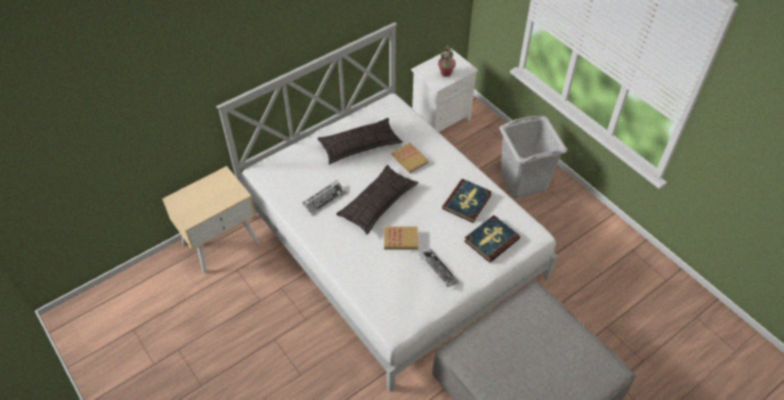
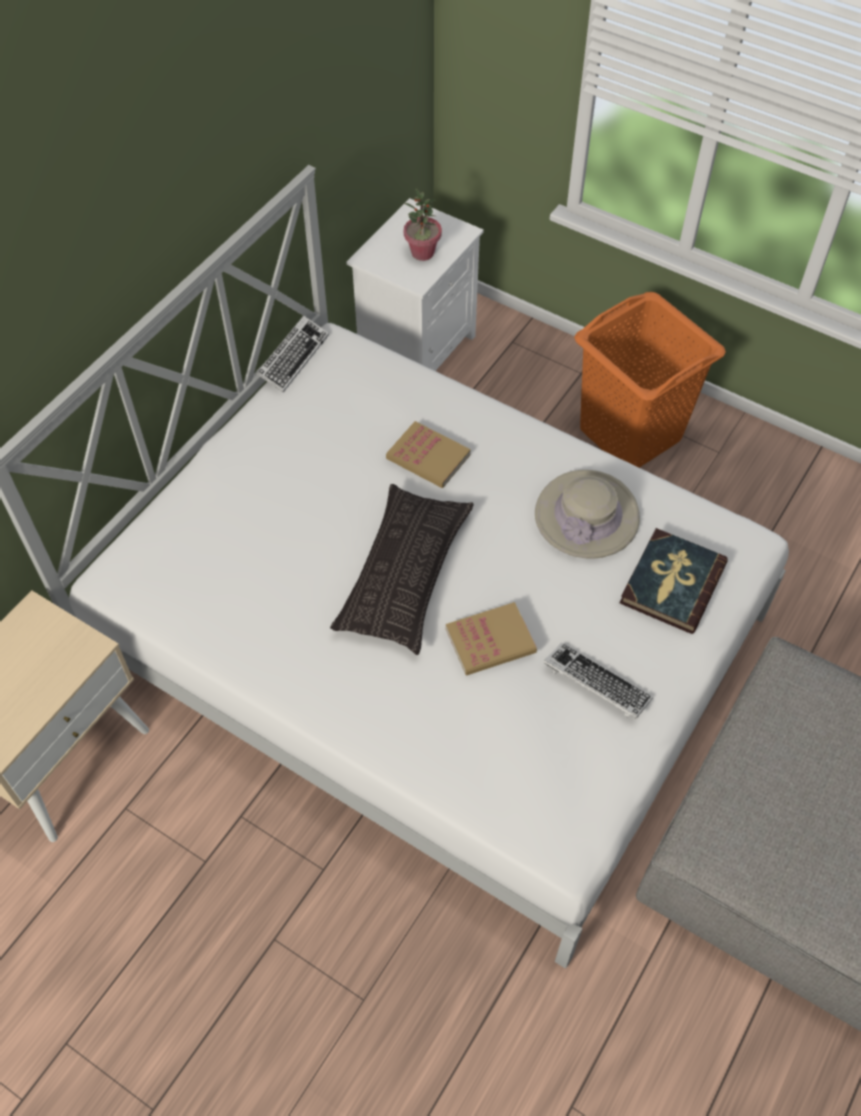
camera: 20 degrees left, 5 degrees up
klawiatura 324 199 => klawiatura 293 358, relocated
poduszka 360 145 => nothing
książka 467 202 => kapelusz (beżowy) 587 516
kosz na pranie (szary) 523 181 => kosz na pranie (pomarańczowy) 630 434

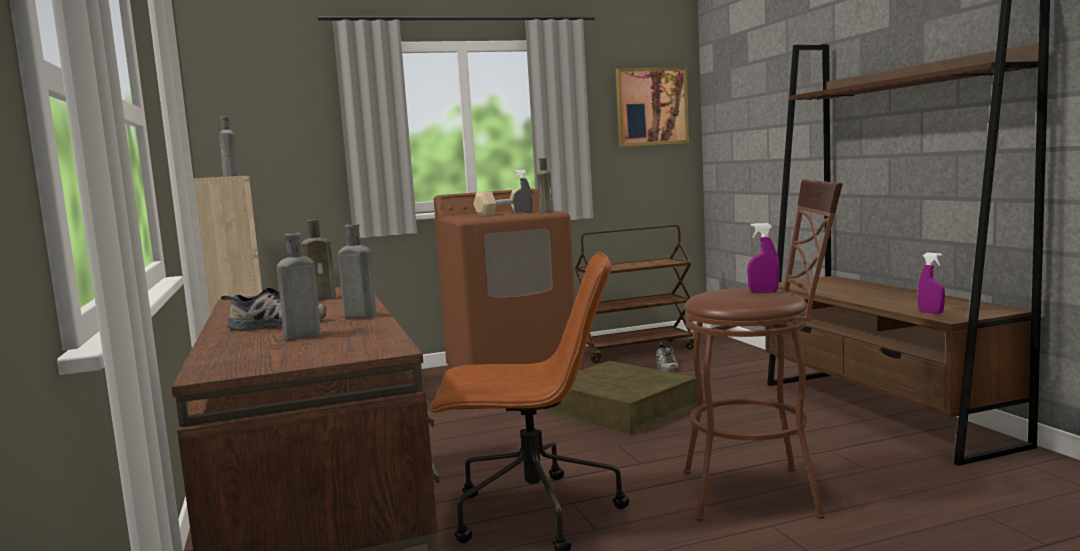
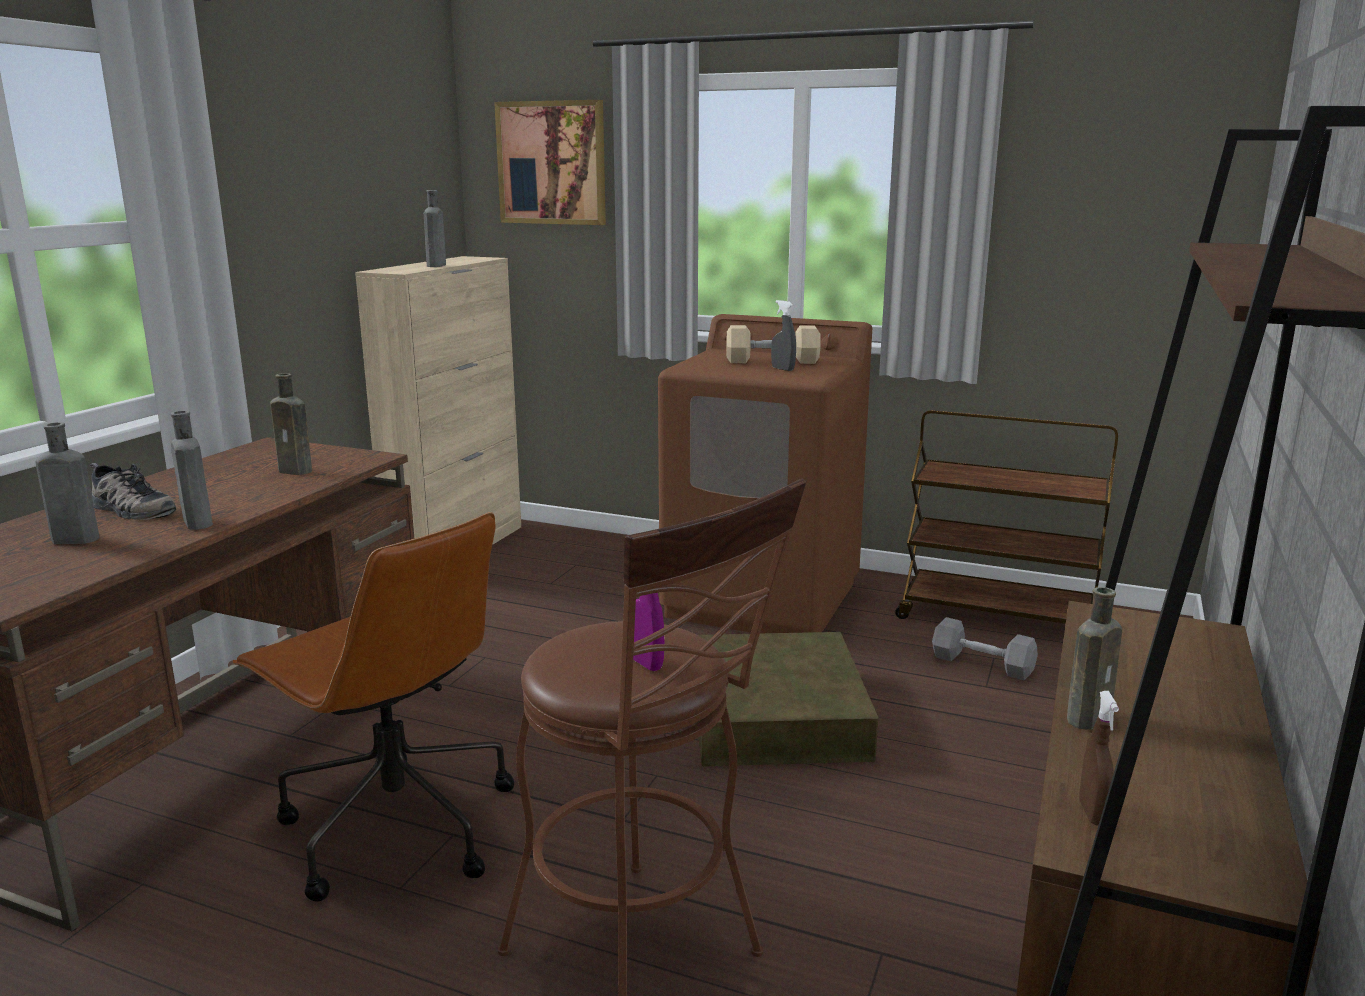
camera: 40 degrees right, 10 degrees up
butelka (brązowy) 546 212 => butelka (brązowy) 1090 717, relocated
obraz 651 106 => obraz 552 163, relocated
but 665 365 => hantel (szary) 982 664
spryskiwacz (fioletowy) 930 312 => spryskiwacz (brązowy) 1092 813

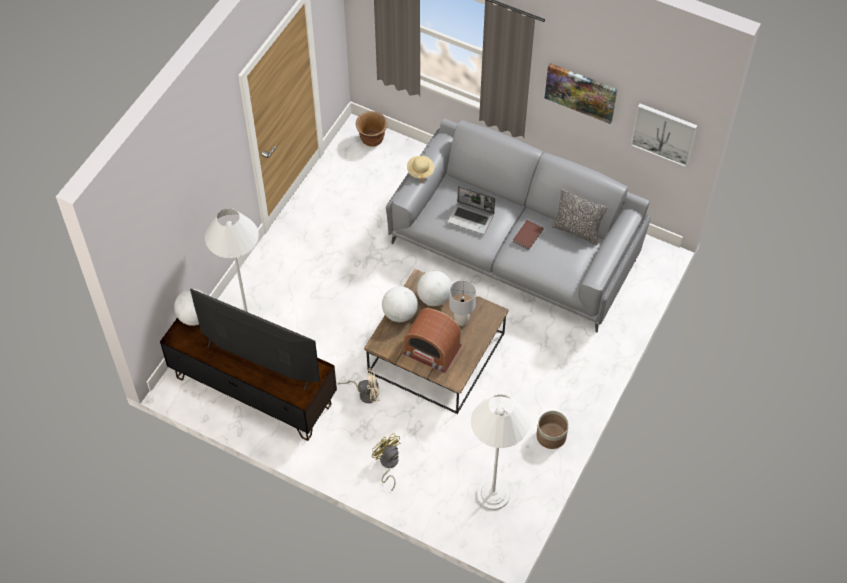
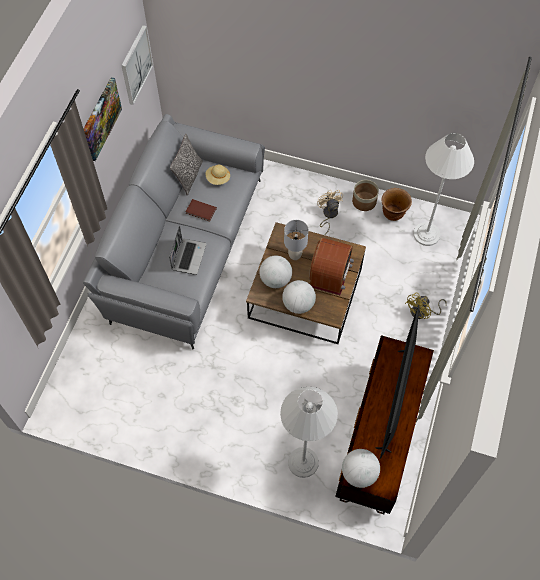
camera: 100 degrees left, 5 degrees up
wentylator (beżowy) 365 393 => wentylator (beżowy) 328 215, relocated
donica (brązowy) 372 140 => donica (brązowy) 393 213, relocated
kapelusz (beżowy) 420 171 => kapelusz (beżowy) 218 178, relocated

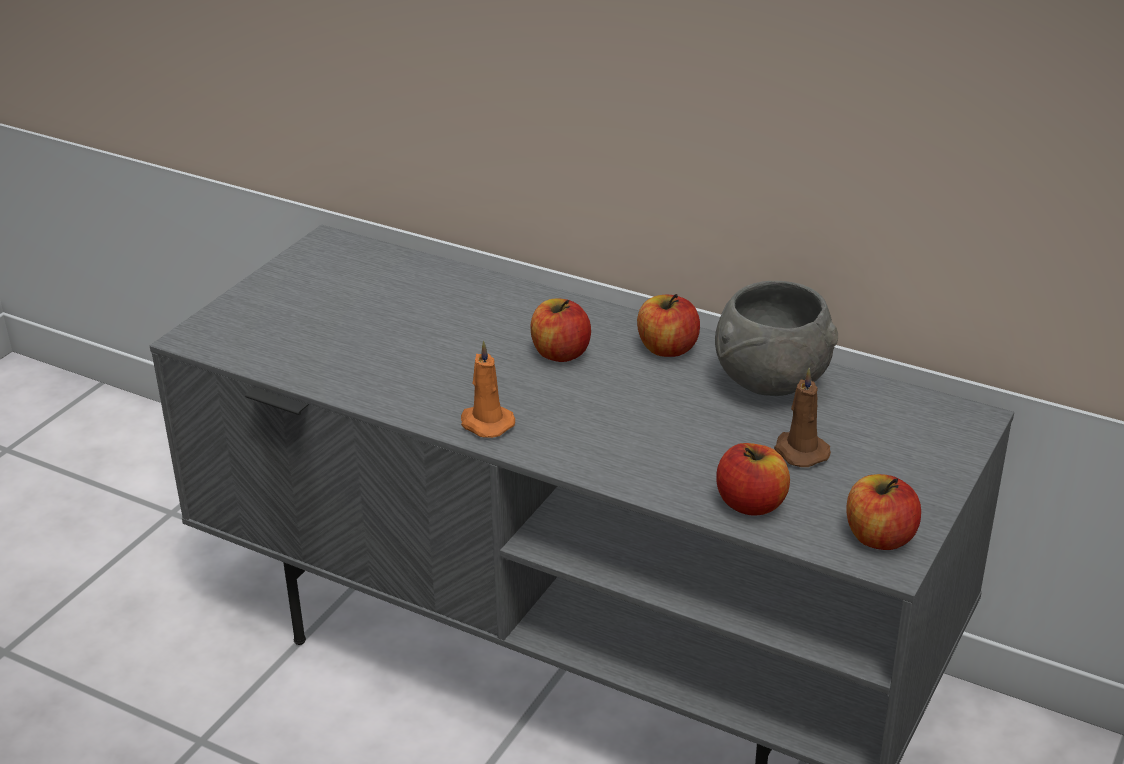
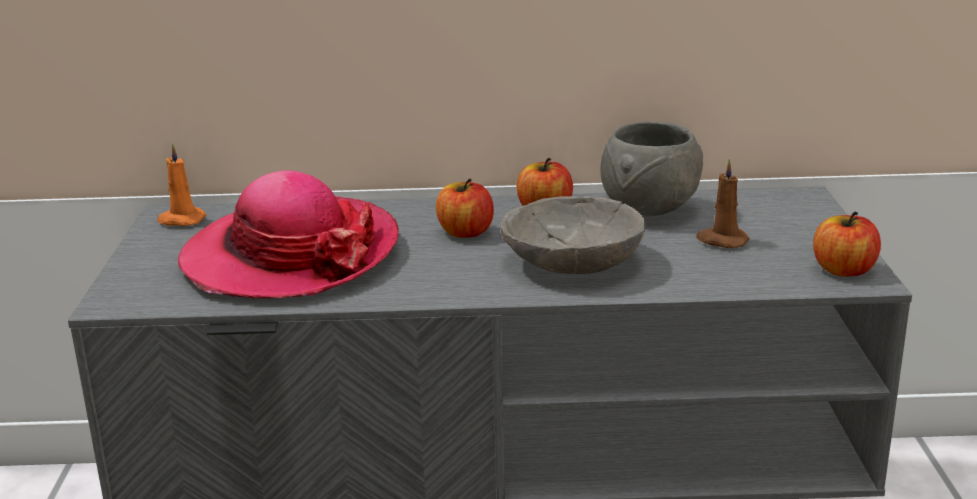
camera: 30 degrees left, 10 degrees down
świeca (pomarańczowy) 485 423 => świeca (pomarańczowy) 181 220, relocated
jabłko 751 504 => nothing
nothing => kapelusz 290 256
nothing => miska (szary) 573 263

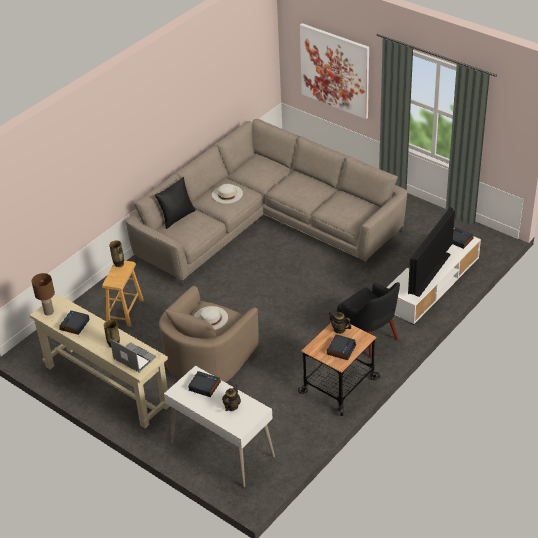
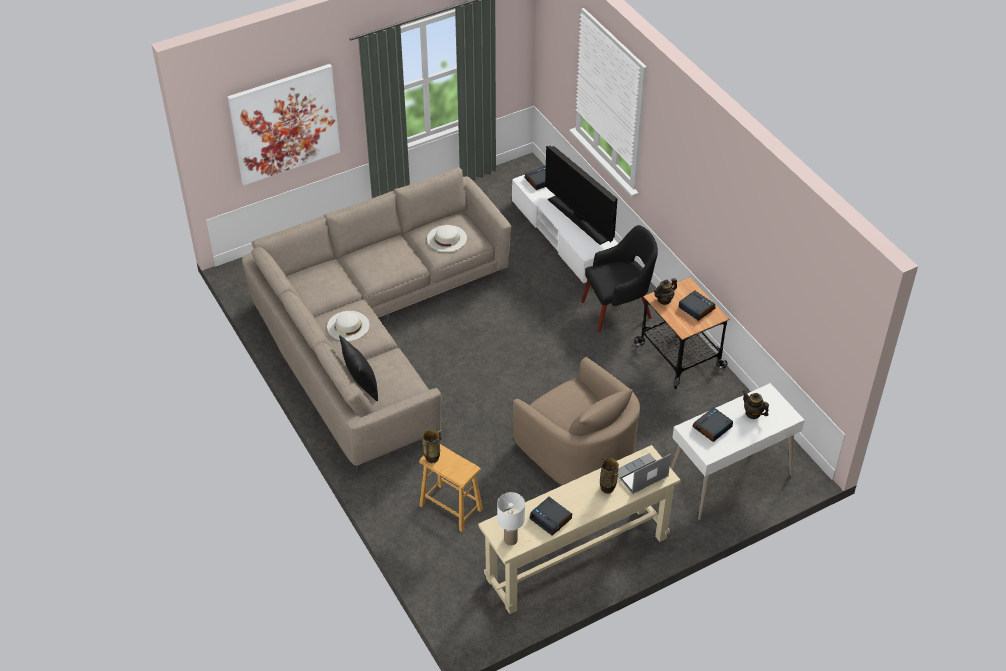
camera: 70 degrees left, 5 degrees up
lampa stołowa (brązowy) 49 312 => lampa stołowa (biały) 511 540
kapelusz (biały) 210 318 => kapelusz (biały) 446 238, relocated

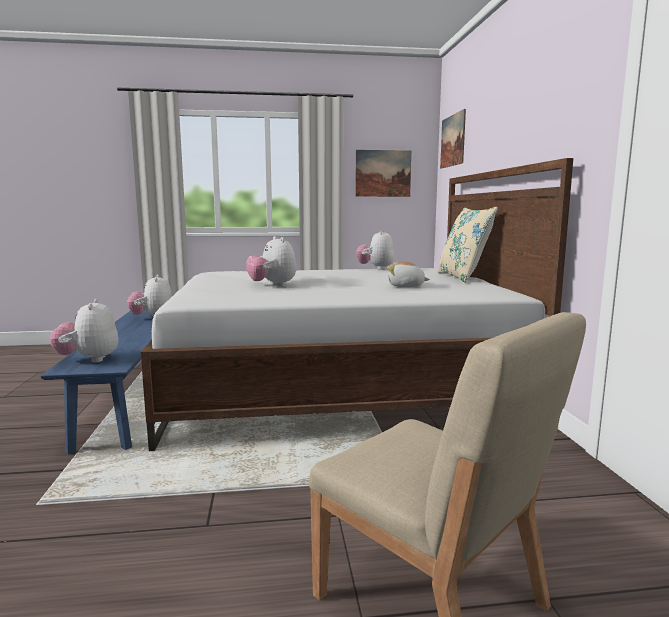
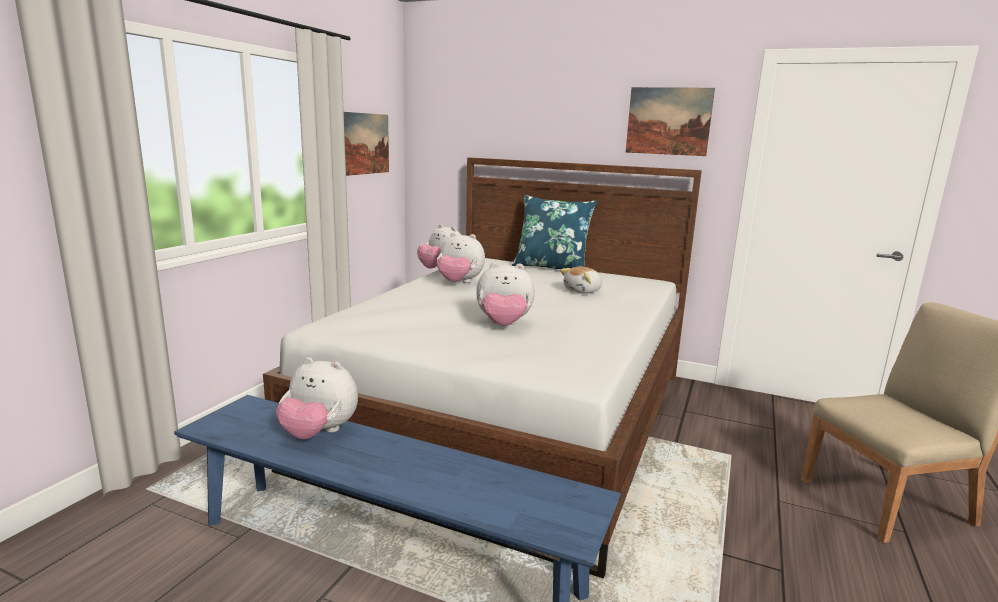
camera: 60 degrees left, 5 degrees up
pluszak 89 359 => pluszak 459 283, relocated
poduszka (beżowy) 463 277 => poduszka (niebieski) 551 268
obraz 452 140 => obraz 668 121, relocated

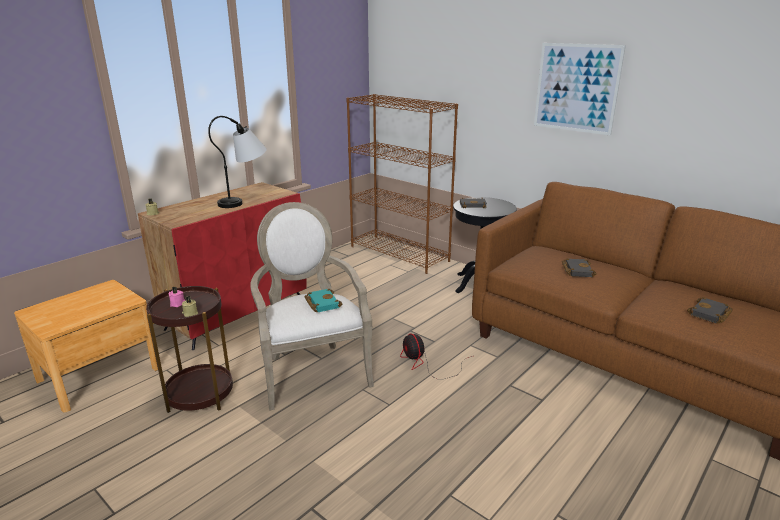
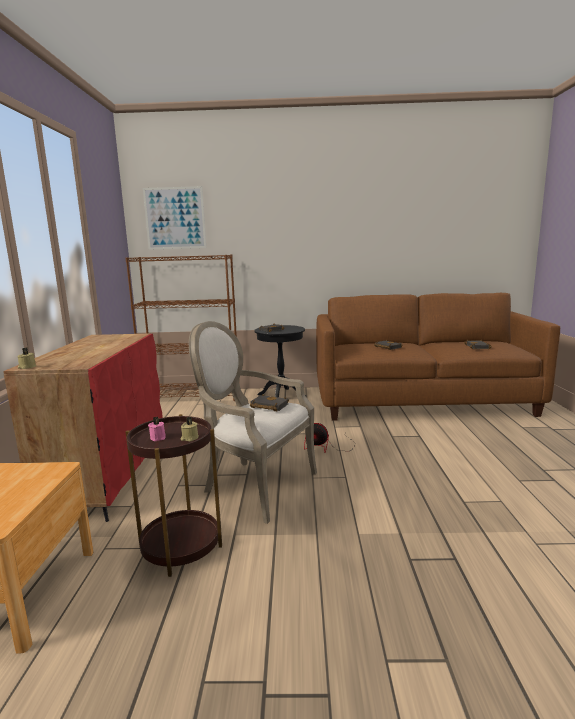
camera: 40 degrees left, 10 degrees down
lampa stołowa 246 201 => nothing
książka (turkusowy) 321 303 => książka (czarny) 268 406
obraz 576 88 => obraz 175 218, relocated

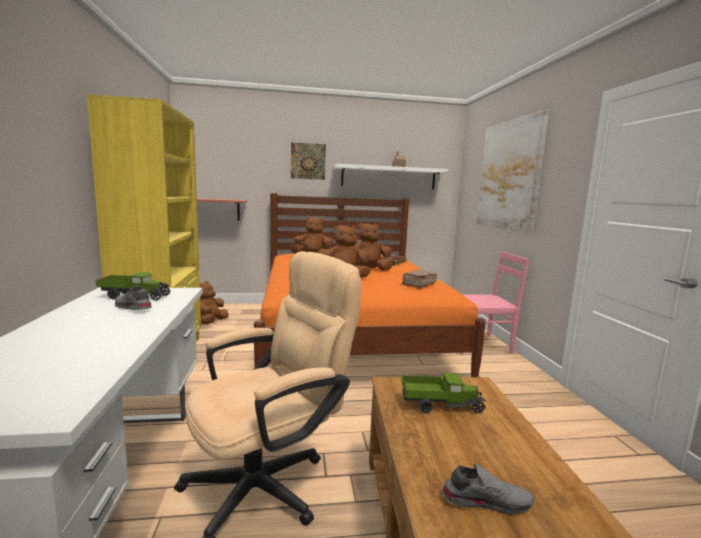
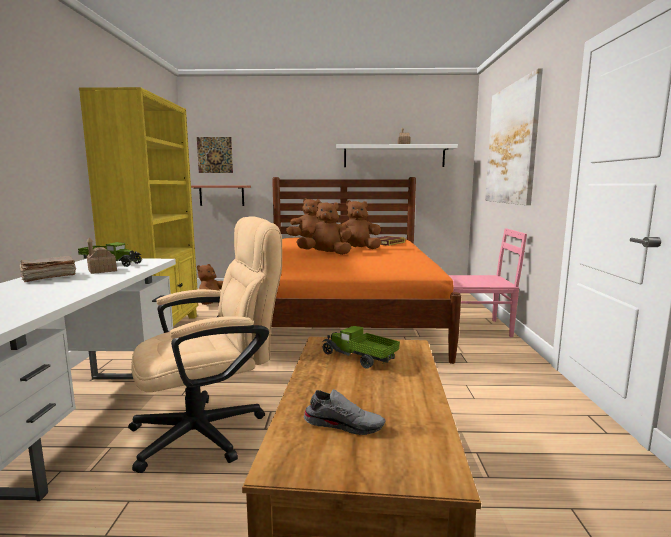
camera: 10 degrees right, 0 degrees up
but (szary) 132 307 => domek 102 270
obraz 308 161 => obraz 215 155, relocated
książka (brązowy) 418 284 => książka (brązowy) 48 277, relocated
ciężarówka zabawkowa 440 405 => ciężarówka zabawkowa 359 358, 150 degrees counterclockwise

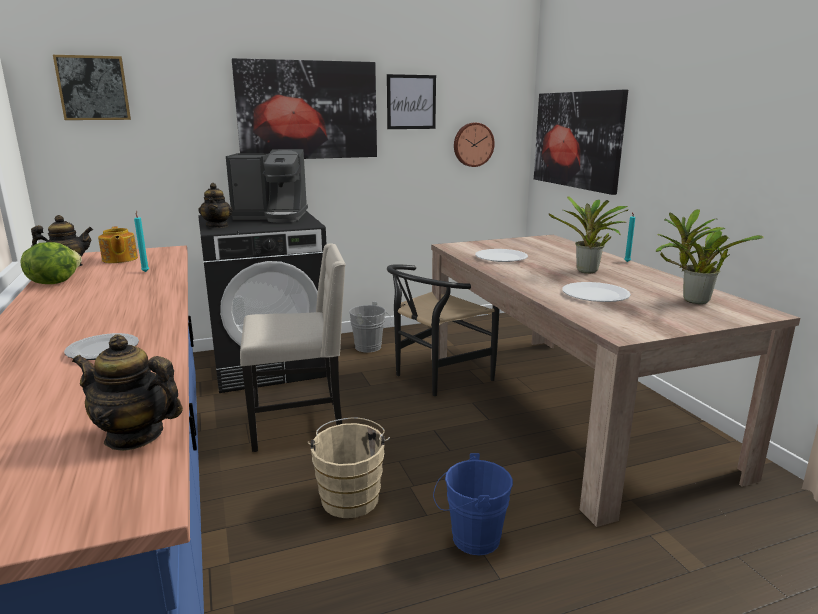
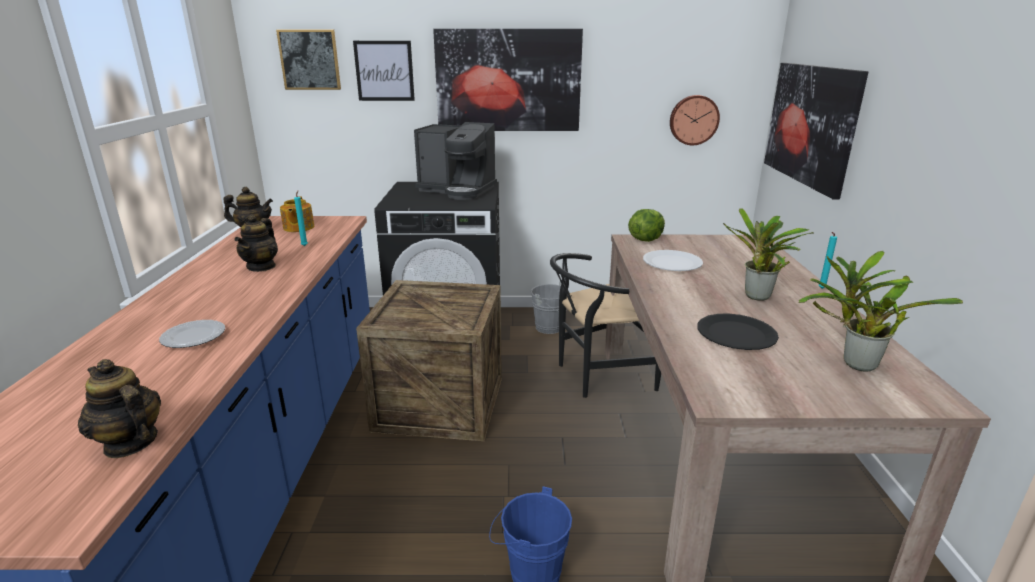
camera: 20 degrees right, 5 degrees up
sałata 54 282 => sałata 645 239, relocated
imbryk 217 226 => imbryk 261 267, relocated
krzesło (beżowy) 300 424 => skrzynka 440 403
wiadro (beżowy) 351 496 => nothing
obraz 411 102 => obraz 384 71, relocated
talerz (biały) 595 294 => talerz (czarny) 736 334

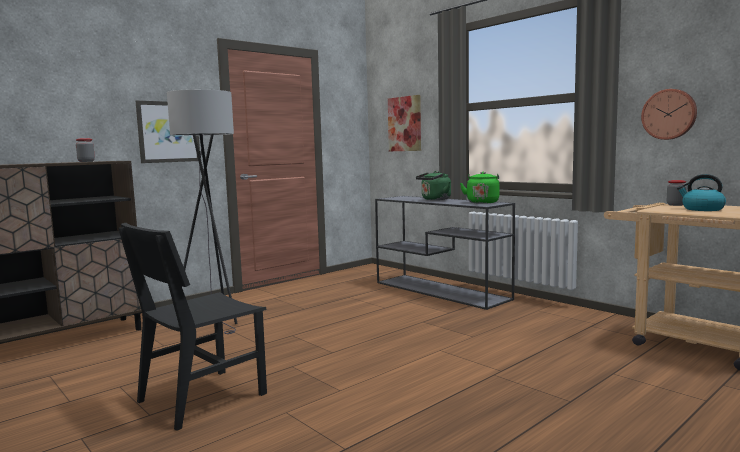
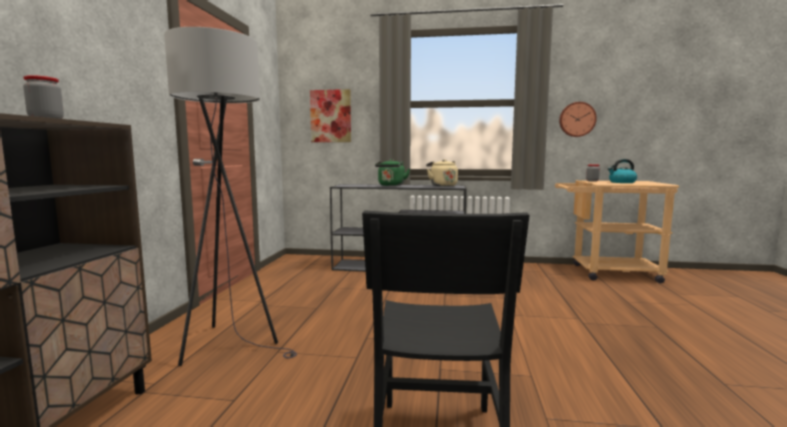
camera: 40 degrees left, 0 degrees up
obraz 168 132 => nothing
czajnik (zielony) 482 202 => czajnik (beżowy) 442 185

